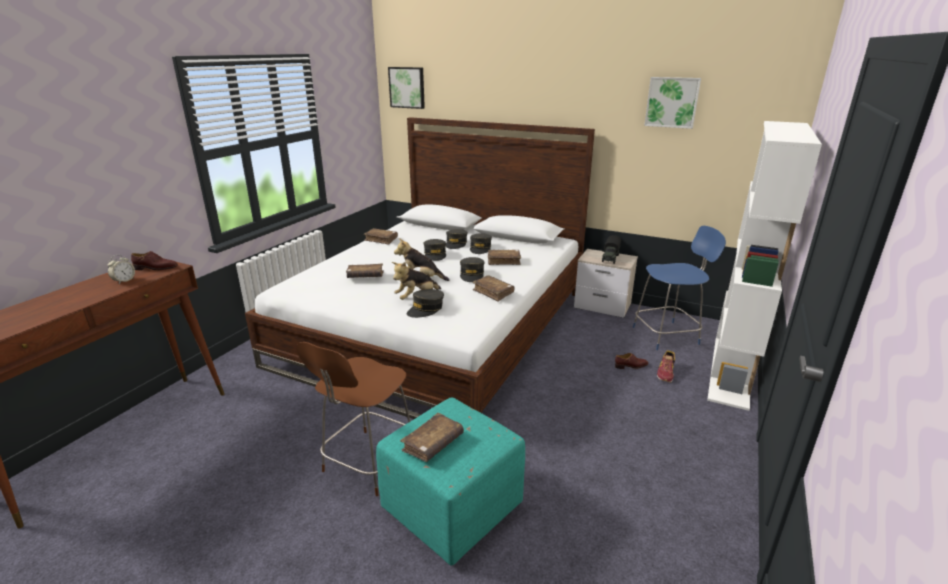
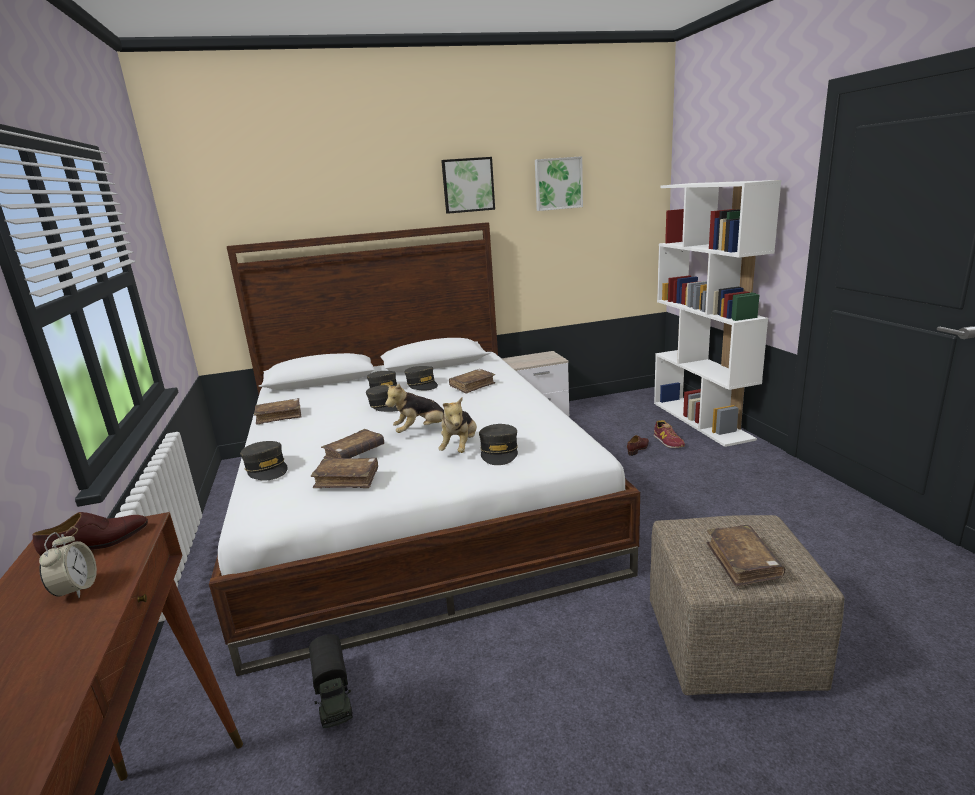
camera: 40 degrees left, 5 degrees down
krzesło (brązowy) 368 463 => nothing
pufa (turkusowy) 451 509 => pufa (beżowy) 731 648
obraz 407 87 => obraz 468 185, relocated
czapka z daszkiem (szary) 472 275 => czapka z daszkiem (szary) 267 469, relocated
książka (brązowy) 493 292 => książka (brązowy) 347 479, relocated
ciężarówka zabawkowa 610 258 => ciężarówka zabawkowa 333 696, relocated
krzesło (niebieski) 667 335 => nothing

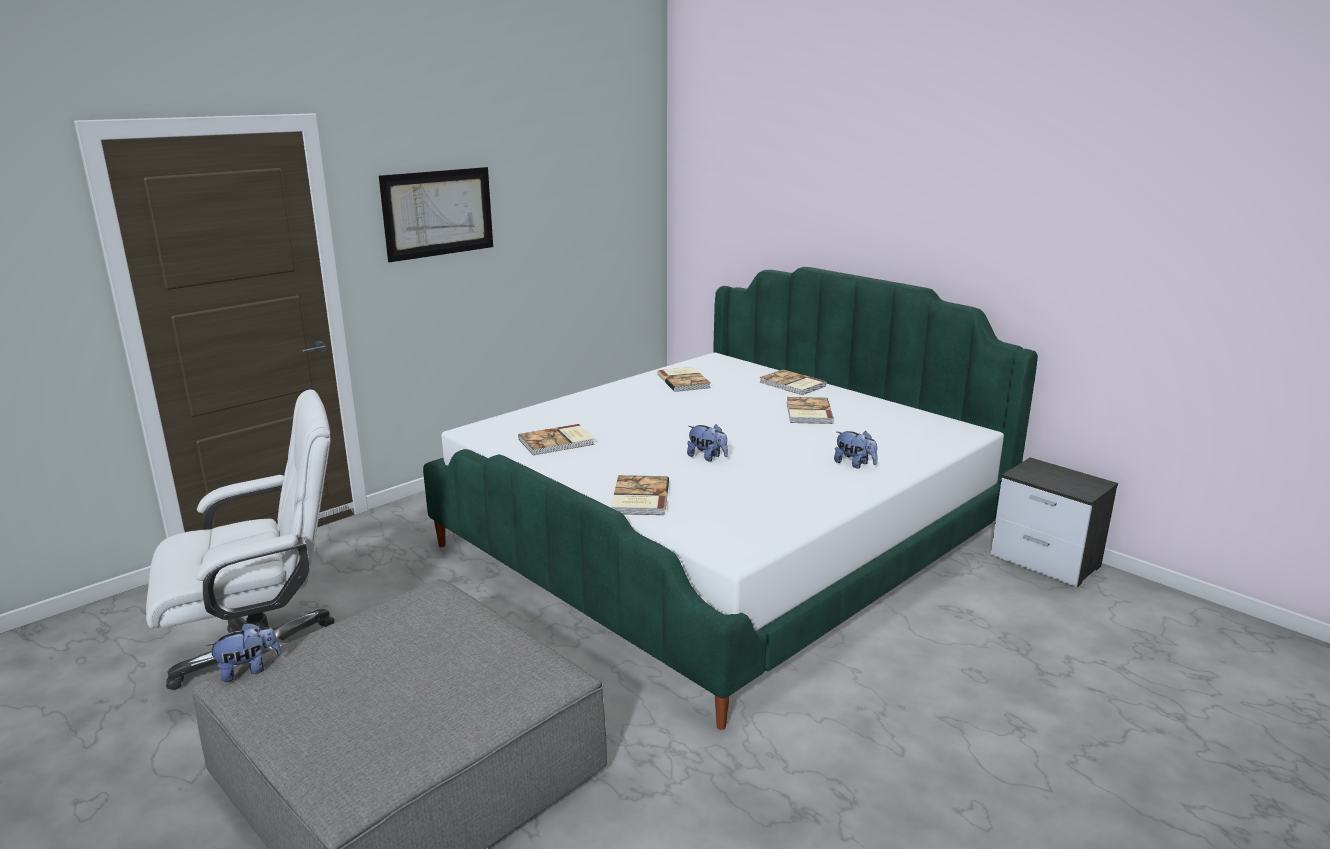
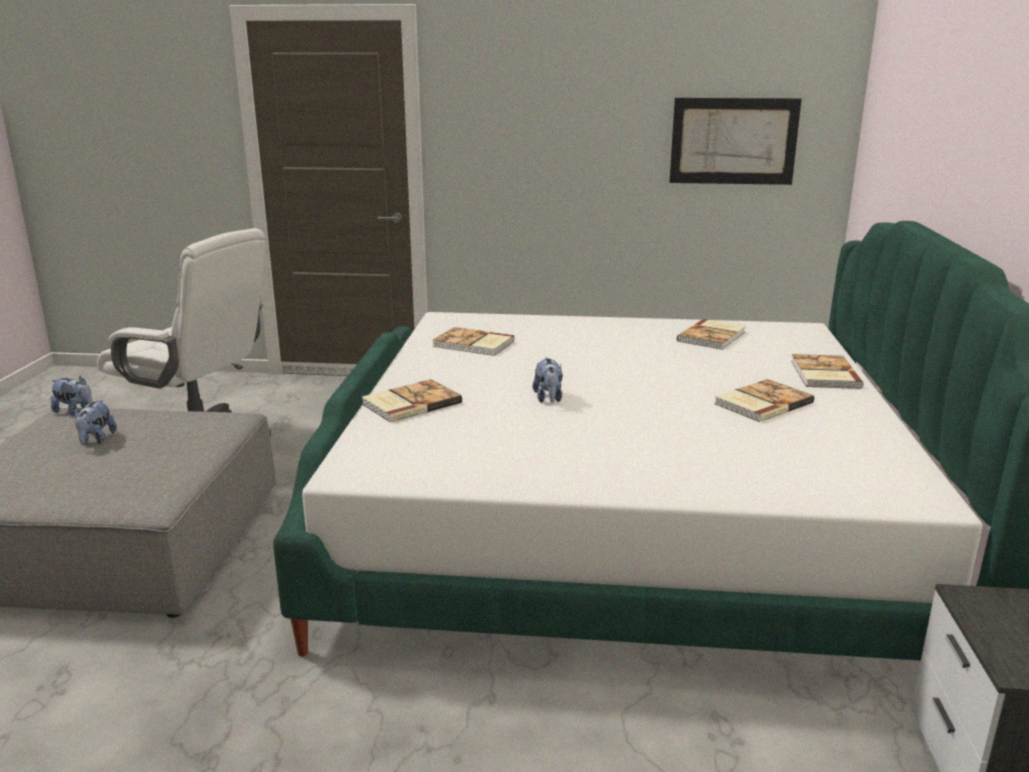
camera: 50 degrees right, 0 degrees up
obraz 438 213 => obraz 733 141, relocated
pluszak 854 464 => pluszak 96 440, relocated

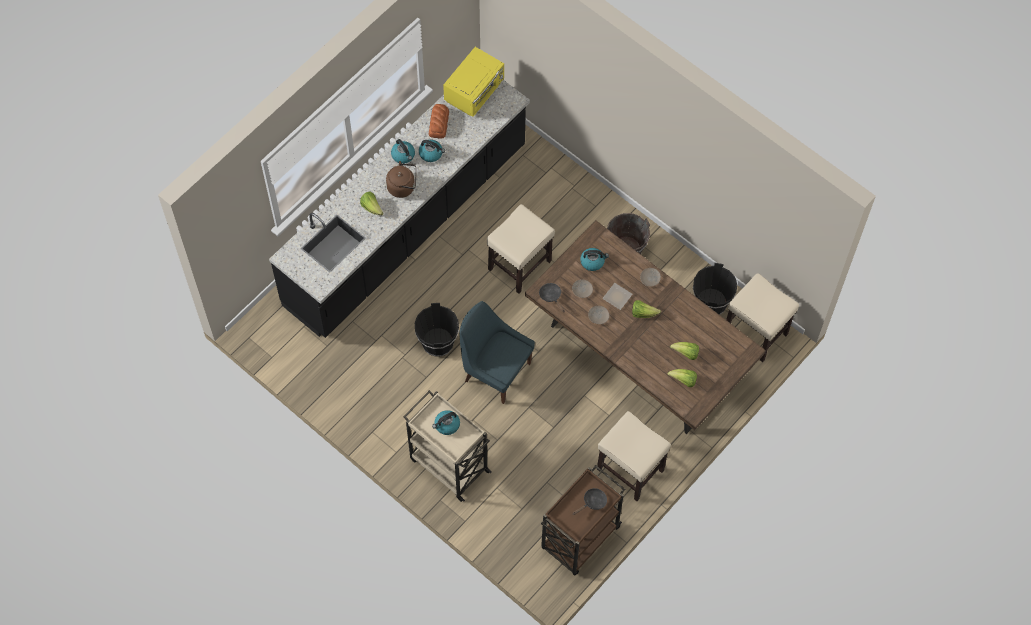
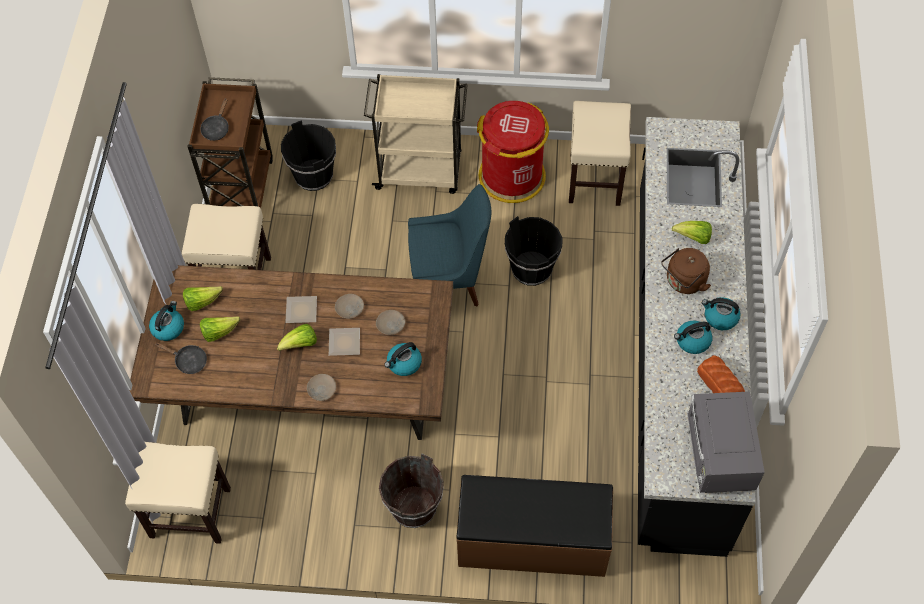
camera: 145 degrees right, 5 degrees down
czajnik 446 425 => czajnik 168 327, relocated
mikrofalówka (żółty) 475 92 => mikrofalówka (szary) 719 456
stołek (beżowy) 520 264 => stołek (beżowy) 595 180, relocated
patelnia (czarny) 551 296 => patelnia (czarny) 188 361, relocated
wiadro (czarny) 710 302 => wiadro (czarny) 314 175, relocated
nothing => talerz 302 309
nothing => ławka (brązowy) 532 542
nothing => kosz na śmieci (czerwony) 512 176

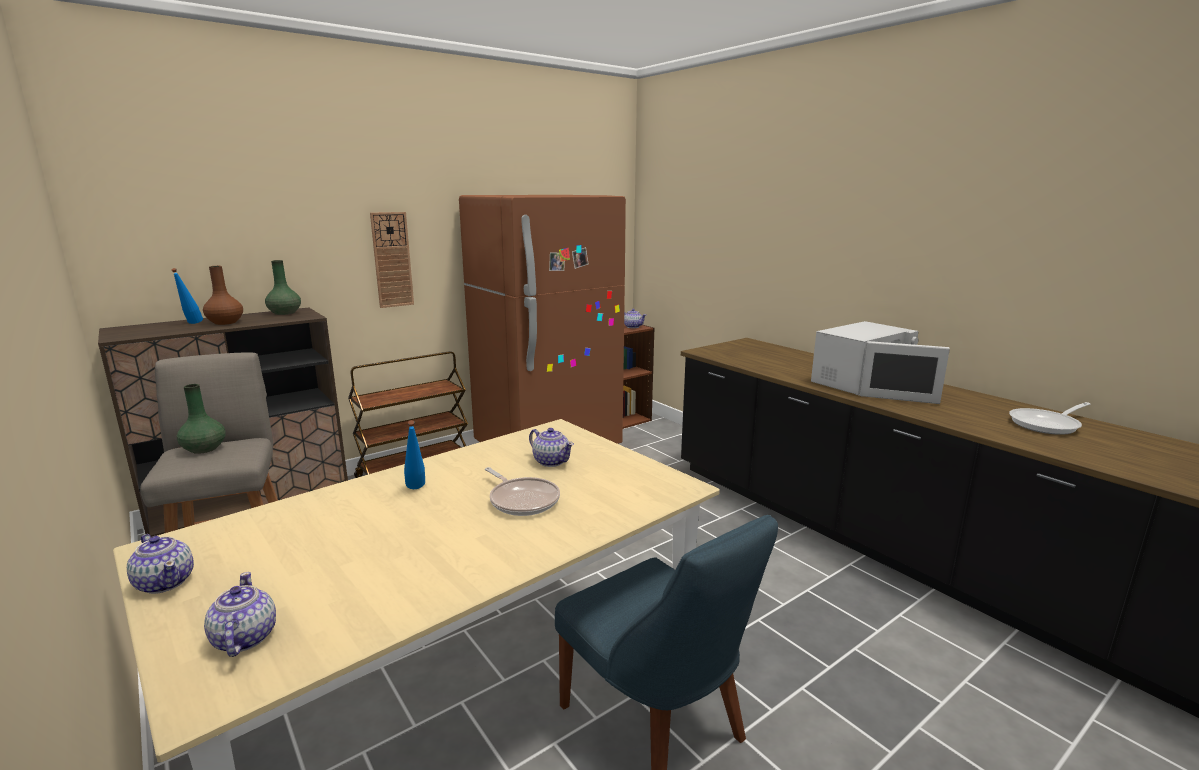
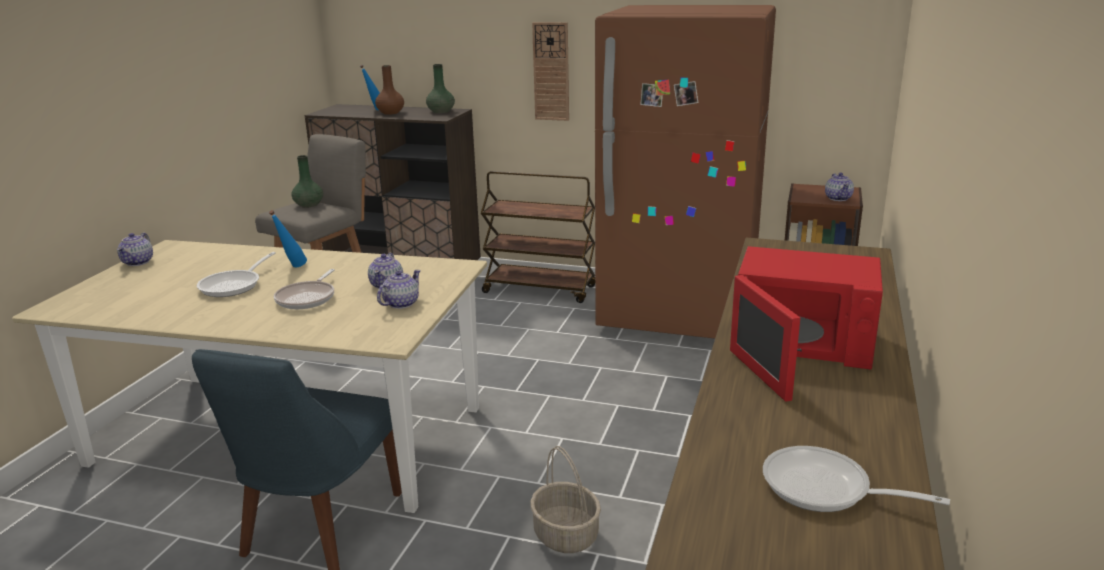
camera: 55 degrees right, 5 degrees up
imbryk 244 639 => imbryk 400 304, relocated
mikrofalówka (biały) 862 383 => mikrofalówka (czerwony) 798 344
nothing => patelnia 234 285
nothing => koszyk 566 535

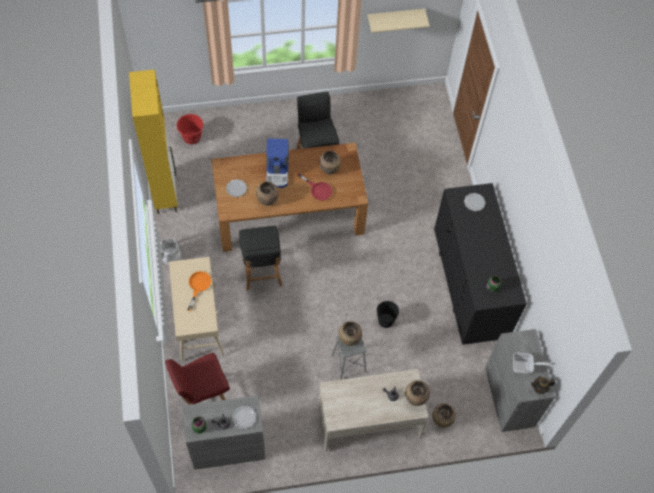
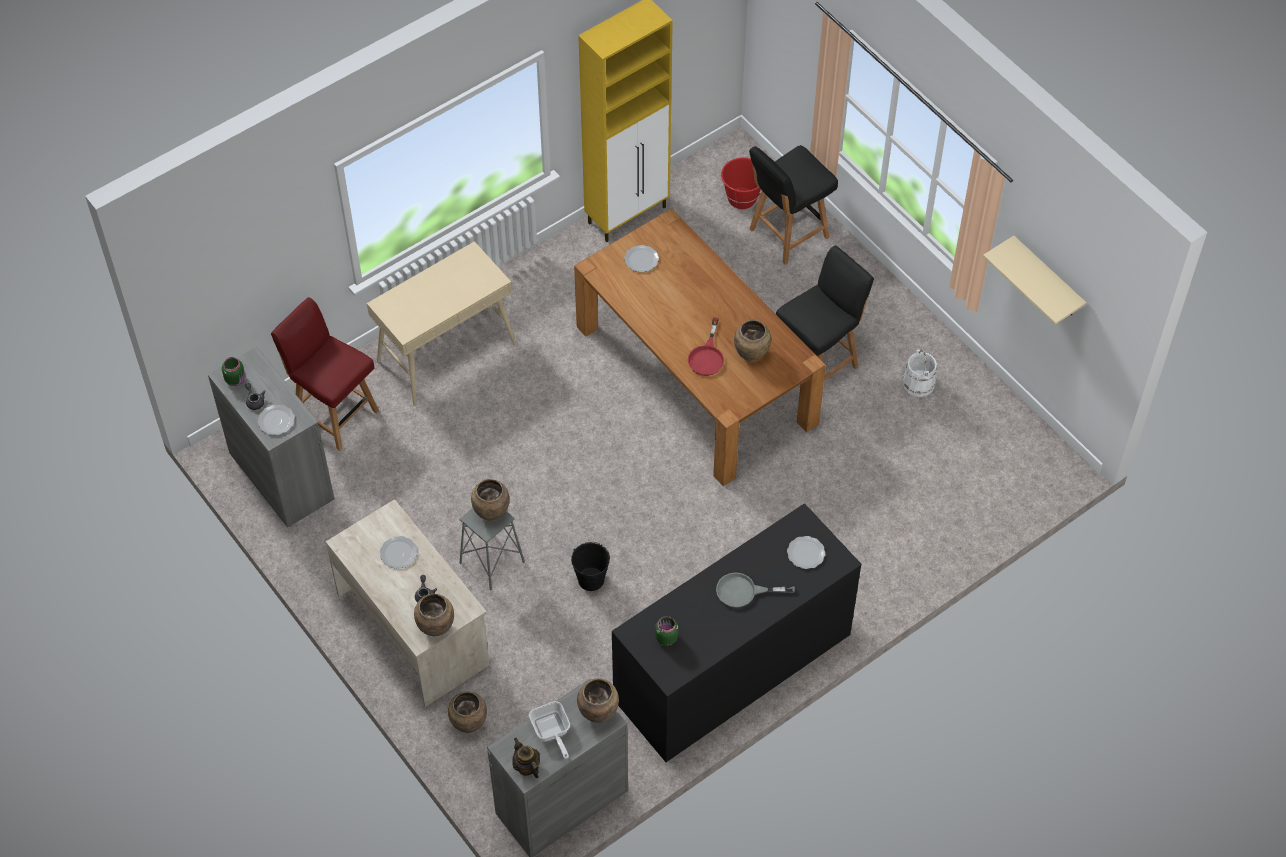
camera: 65 degrees right, 5 degrees down
wiadro (biały) 171 256 => wiadro (biały) 918 383, relocated
patelnia (pomarańczowy) 198 286 => nothing
krzesło (czarny) 262 273 => krzesło (czarny) 787 234, relocated
wazon (brązowy) 267 201 => wazon (brązowy) 598 712, relocated
ekspres do kawy 278 171 => nothing
nothing => talerz 399 553
nothing => patelnia (szary) 744 591

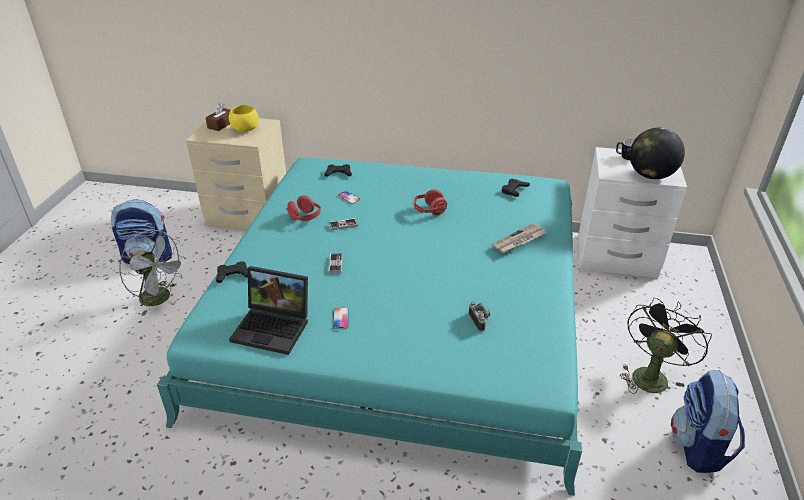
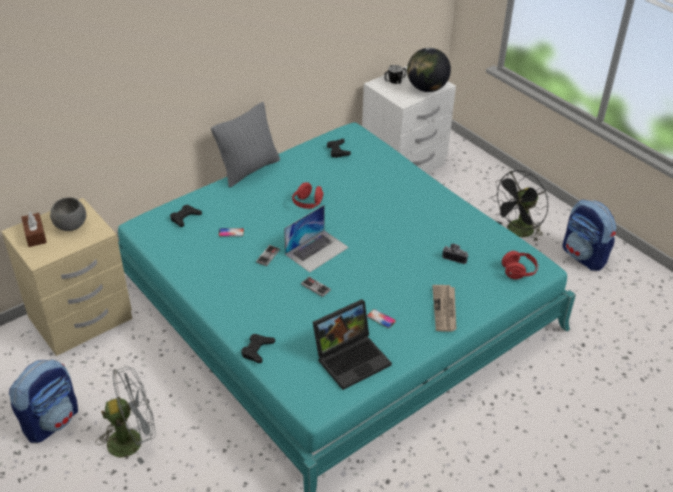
camera: 50 degrees left, 5 degrees up
miska (żółty) 245 130 => miska (szary) 70 226
słuchawki (czerwony) 305 218 => słuchawki (czerwony) 519 272, relocated
gazeta 519 240 => gazeta 445 309, relocated
wentylator (czarny) 651 374 => wentylator (czarny) 517 232, 120 degrees counterclockwise
nothing => poduszka (szary) 249 170
nothing => laptop 317 250

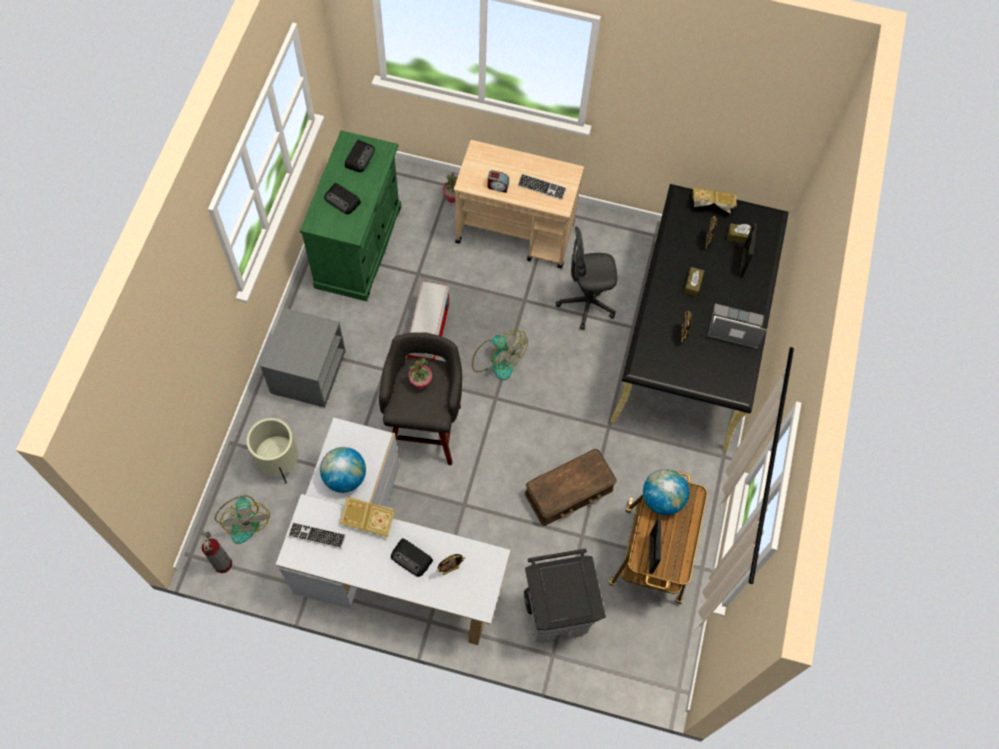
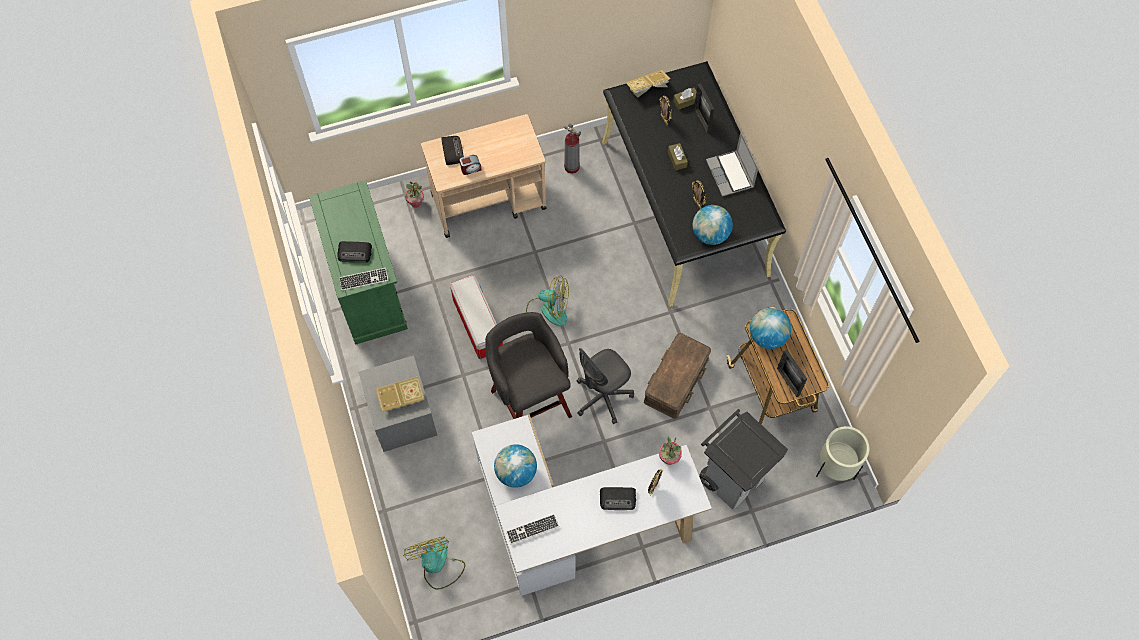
camera: 30 degrees left, 0 degrees up
gaśnica 222 564 => gaśnica 571 167, relocated
wentylator 243 519 => wentylator 437 565, 150 degrees counterclockwise
donica (beżowy) 279 463 => donica (beżowy) 834 467, relocated
książka 369 519 => książka 401 397, relocated
radio 360 157 => radio 452 151, relocated
roślina doniczkowa 420 383 => roślina doniczkowa 668 458, relocated
klawiatura 541 187 => klawiatura 364 279, relocated
krzesło biurowe (szary) 586 303 => krzesło biurowe (szary) 603 397, relocated
laptop 734 328 => laptop 730 174, 90 degrees counterclockwise
nothing => globus 710 234

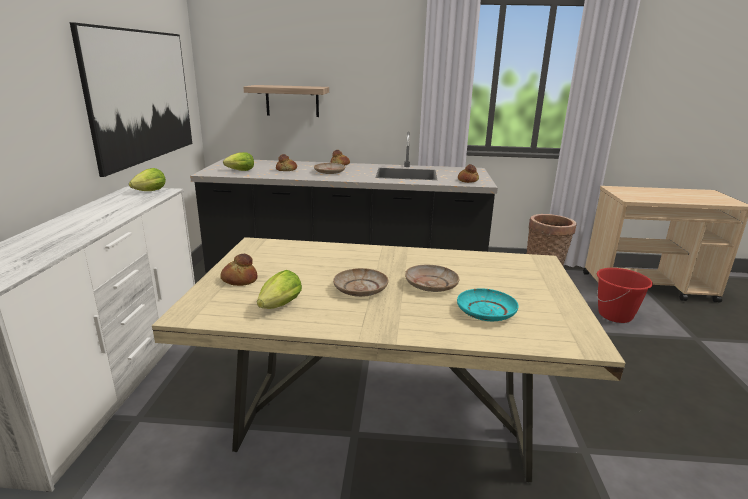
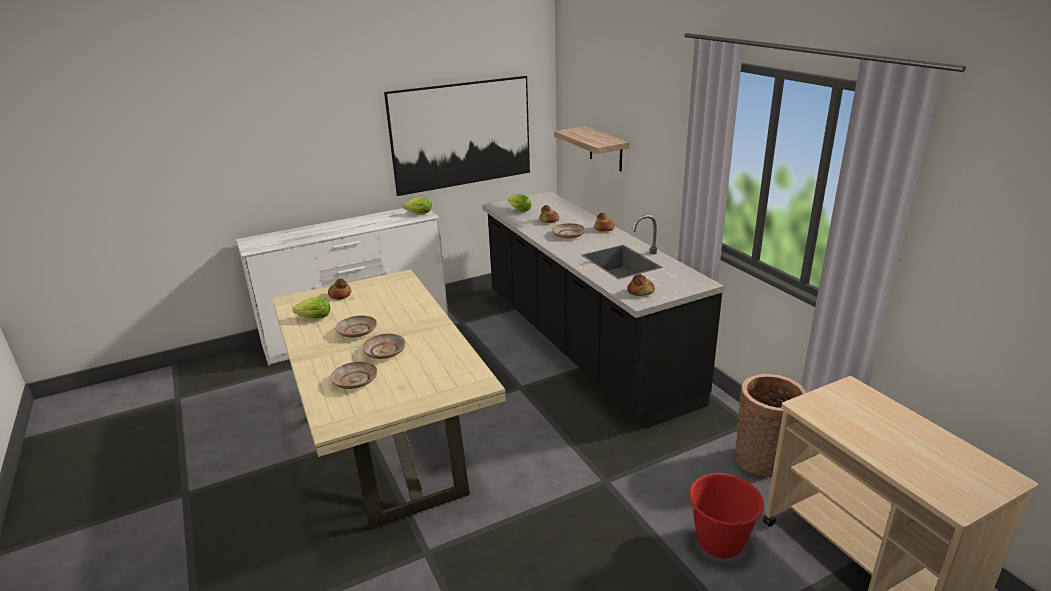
camera: 60 degrees right, 5 degrees up
talerz (turkusowy) 486 312 => talerz (beżowy) 355 381

